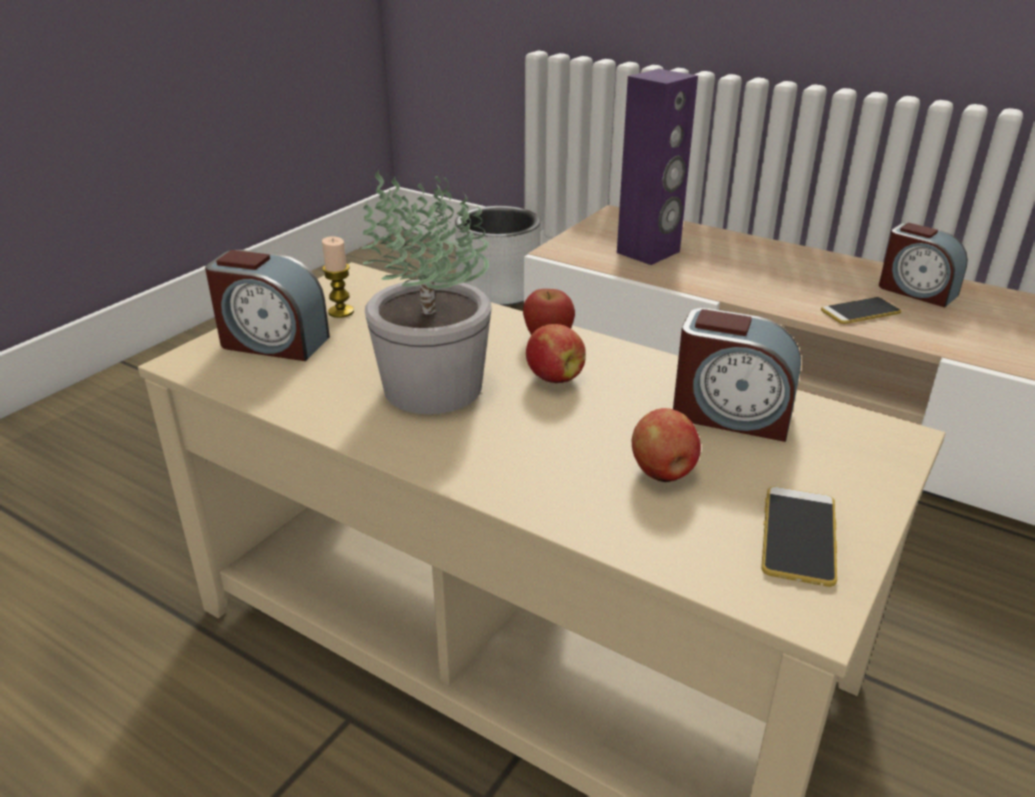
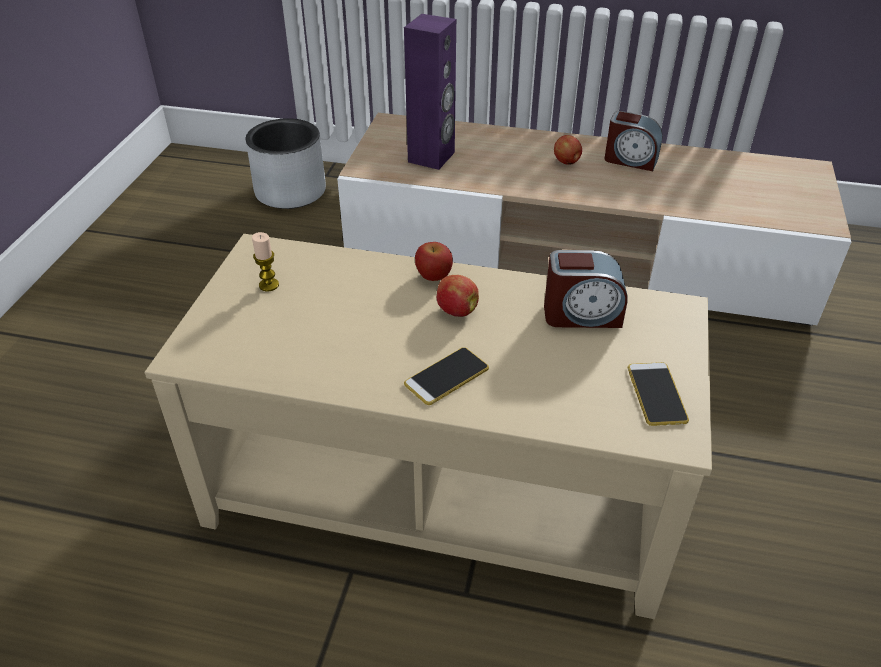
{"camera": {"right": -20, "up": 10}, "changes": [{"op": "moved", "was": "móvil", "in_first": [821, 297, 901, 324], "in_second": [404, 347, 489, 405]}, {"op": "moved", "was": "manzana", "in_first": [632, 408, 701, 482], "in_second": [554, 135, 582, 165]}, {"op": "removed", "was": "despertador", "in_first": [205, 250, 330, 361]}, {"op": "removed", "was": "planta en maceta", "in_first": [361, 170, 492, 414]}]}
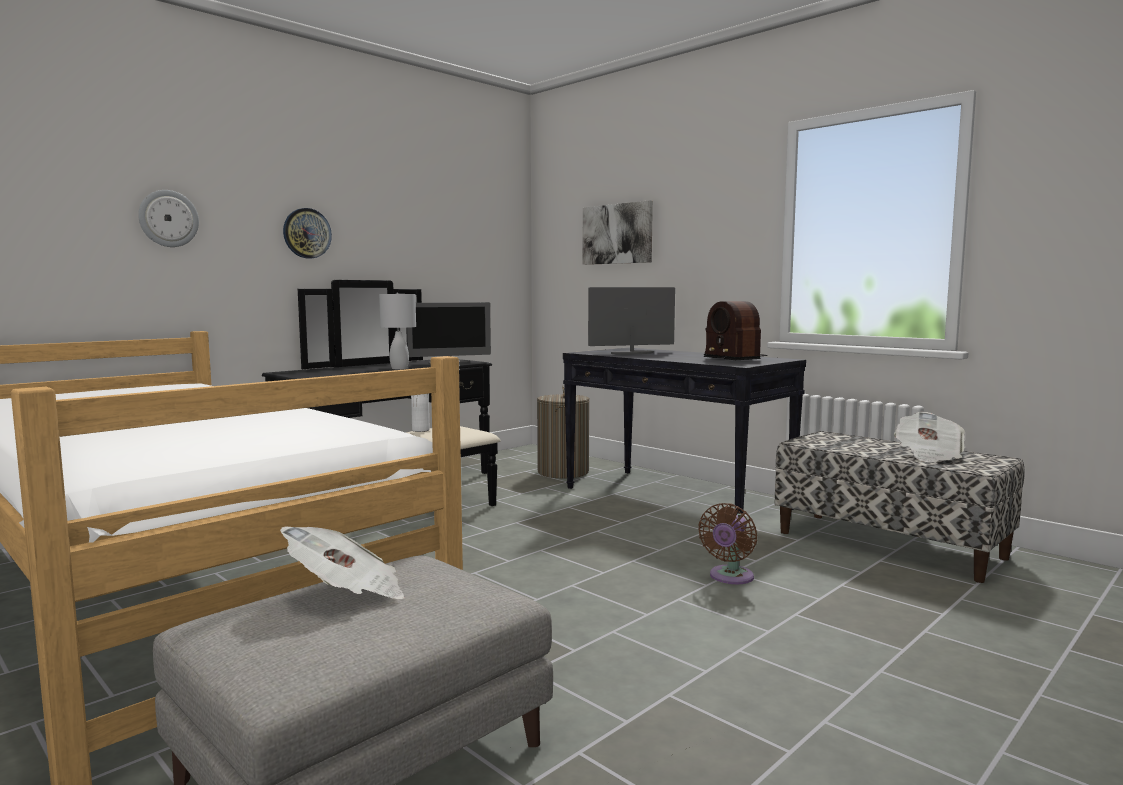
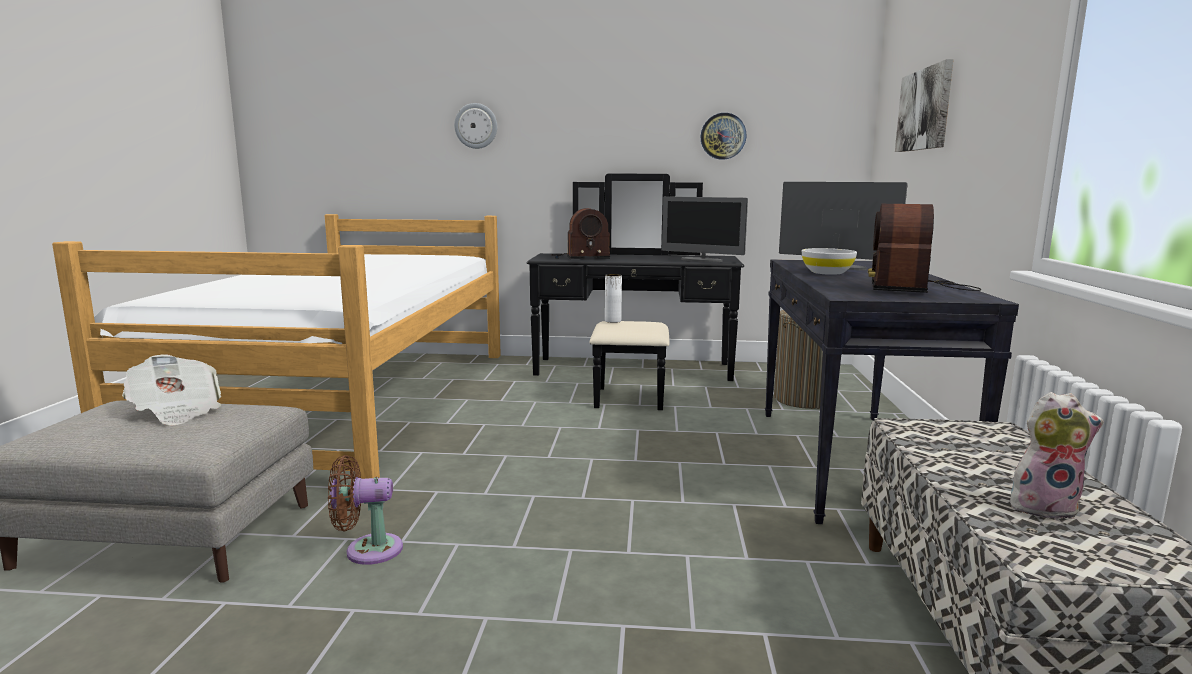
{"camera": {"right": 50, "up": 5}, "changes": [{"op": "moved", "was": "ventilador/marrón", "in_first": [698, 503, 757, 584], "in_second": [328, 455, 403, 565]}, {"op": "added", "now": "radio", "in_second": [551, 208, 610, 259]}, {"op": "moved", "was": "reloj de pared", "in_first": [283, 208, 332, 259], "in_second": [701, 113, 746, 160]}, {"op": "added", "now": "cuenco/blanco", "in_second": [802, 248, 857, 275]}, {"op": "replaced", "was": "periódico", "now": "peluche", "in_first": [894, 412, 965, 462], "in_second": [1010, 392, 1104, 519]}, {"op": "removed", "was": "lámpara de mesa/blanco", "in_first": [379, 293, 416, 369]}]}
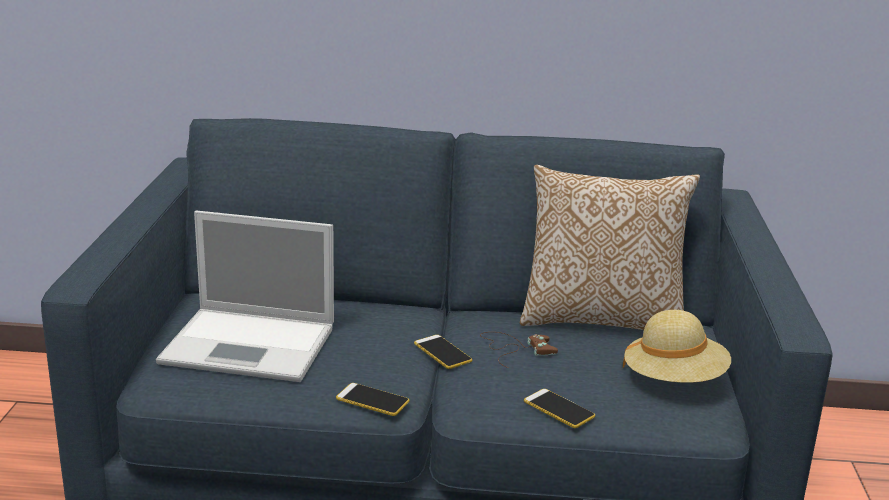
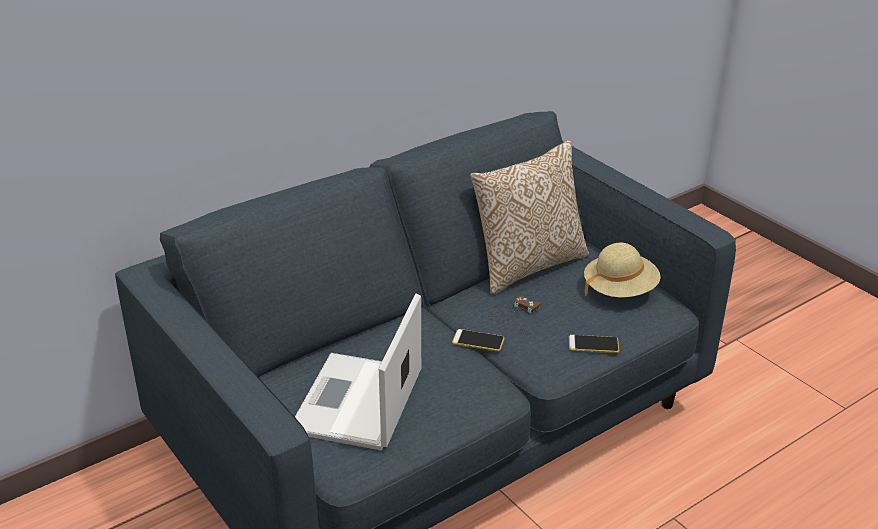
{"camera": {"right": -40, "up": 10}, "changes": [{"op": "turned", "was": "portátil", "in_first": [156, 211, 334, 382], "in_second": [295, 294, 421, 450], "clockwise": 135}, {"op": "removed", "was": "móvil", "in_first": [336, 383, 410, 416]}]}
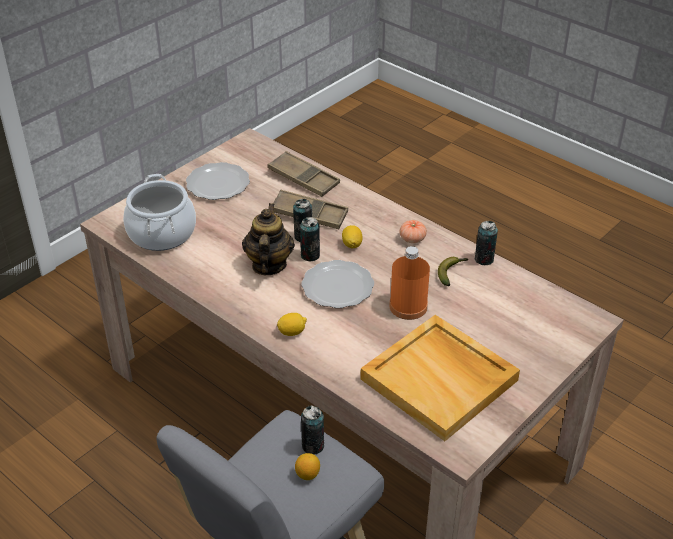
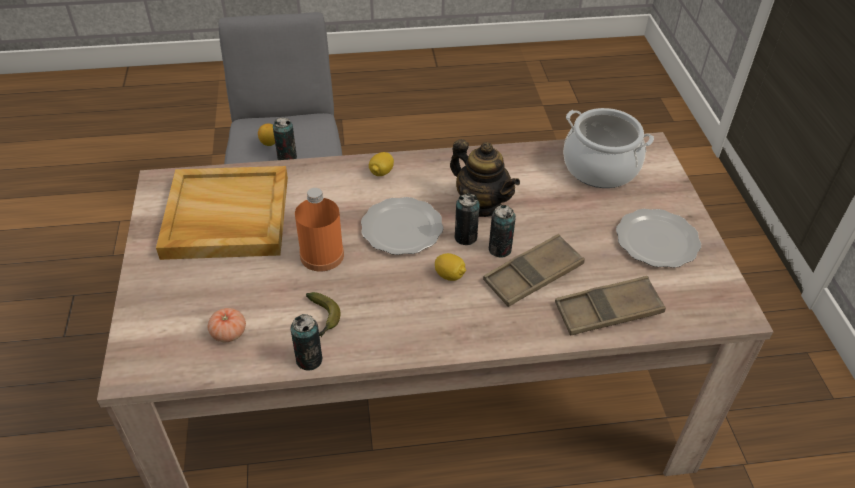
{"camera": {"right": 130, "up": 5}, "changes": [{"op": "moved", "was": "tomate", "in_first": [400, 220, 427, 243], "in_second": [207, 308, 246, 342]}]}
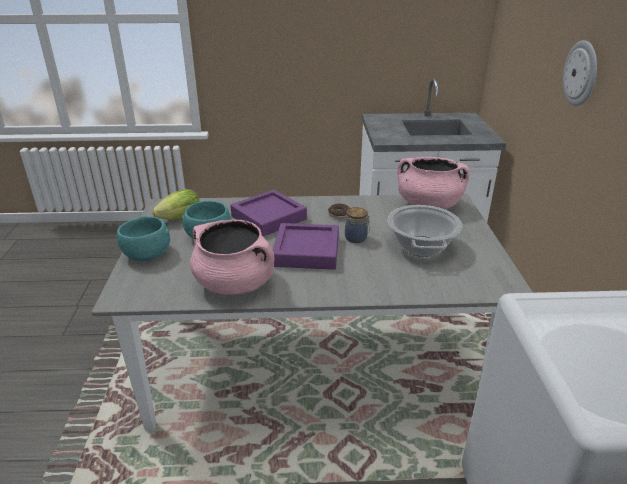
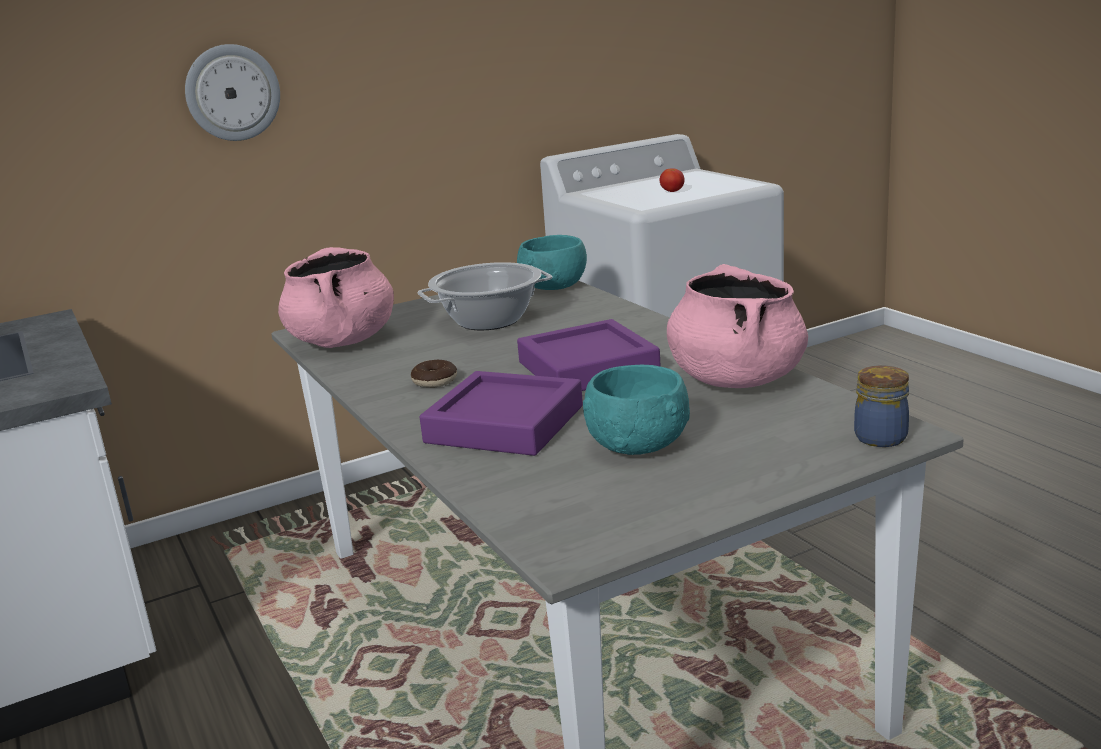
{"camera": {"right": -115, "up": -10}, "changes": [{"op": "moved", "was": "cuenco/turquesa", "in_first": [117, 216, 170, 261], "in_second": [517, 235, 587, 290]}, {"op": "added", "now": "tomate", "in_second": [660, 168, 685, 192]}, {"op": "moved", "was": "tarro", "in_first": [345, 207, 370, 243], "in_second": [854, 365, 909, 447]}, {"op": "removed", "was": "lechuga", "in_first": [152, 189, 200, 219]}]}
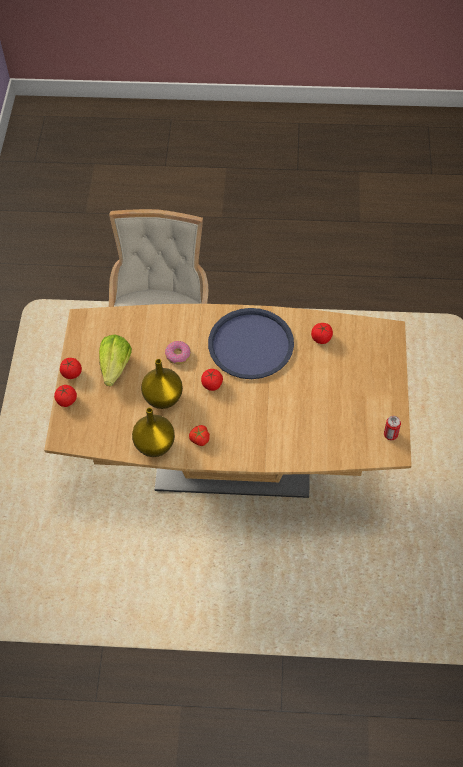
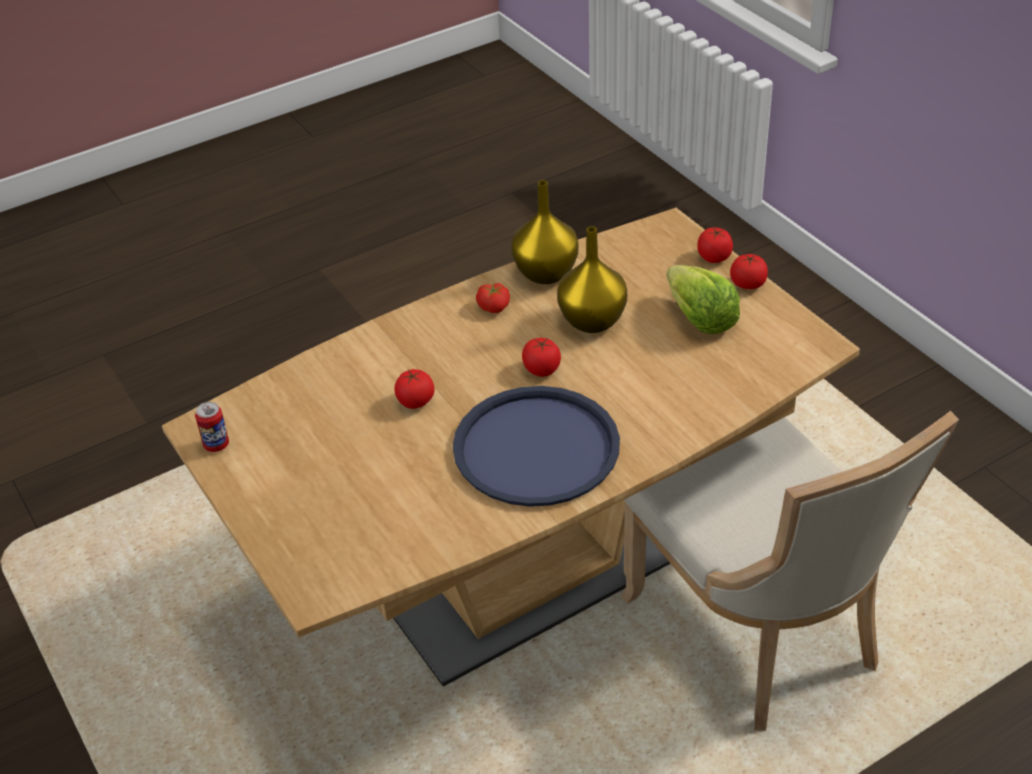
{"camera": {"right": 145, "up": -15}, "changes": [{"op": "moved", "was": "tomate", "in_first": [311, 323, 333, 344], "in_second": [394, 369, 435, 409]}, {"op": "removed", "was": "rosquilla", "in_first": [165, 341, 191, 364]}]}
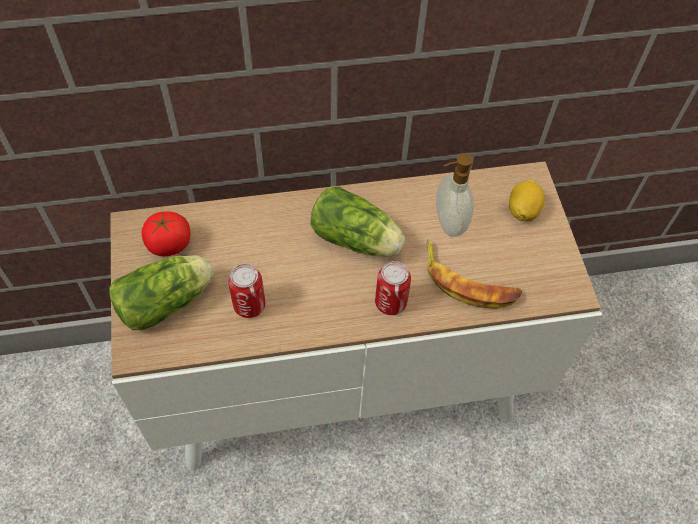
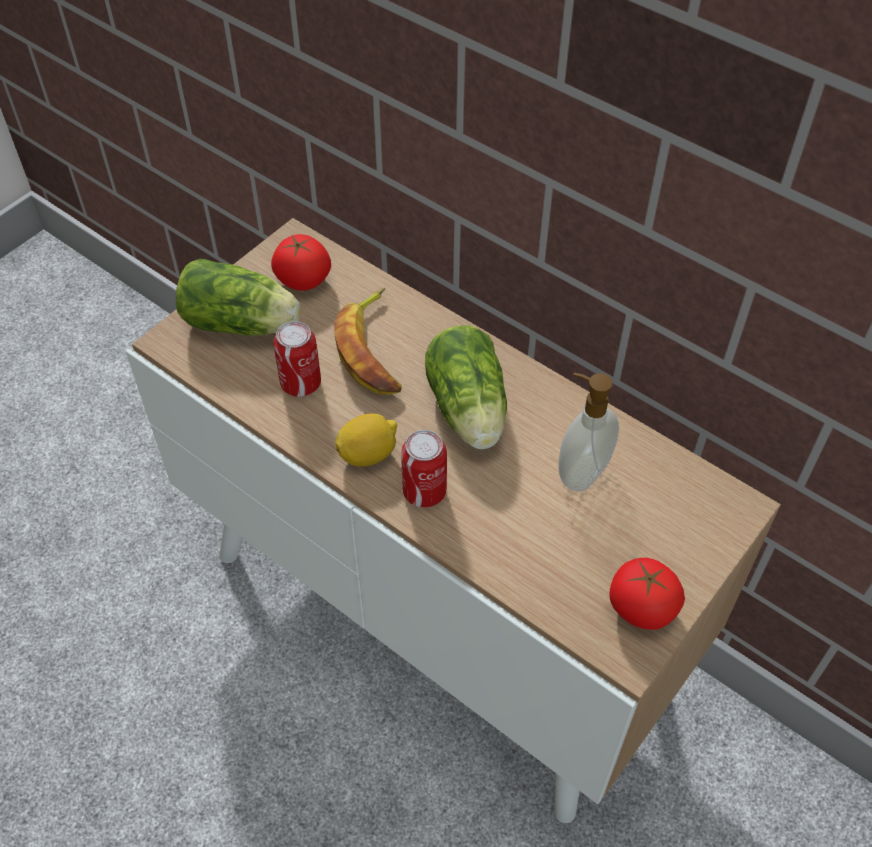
{"camera": {"right": 50, "up": -5}, "changes": [{"op": "moved", "was": "plátano", "in_first": [426, 239, 522, 309], "in_second": [334, 288, 402, 395]}, {"op": "moved", "was": "limón", "in_first": [509, 179, 545, 221], "in_second": [335, 413, 397, 467]}, {"op": "added", "now": "tomate", "in_second": [609, 558, 685, 630]}]}
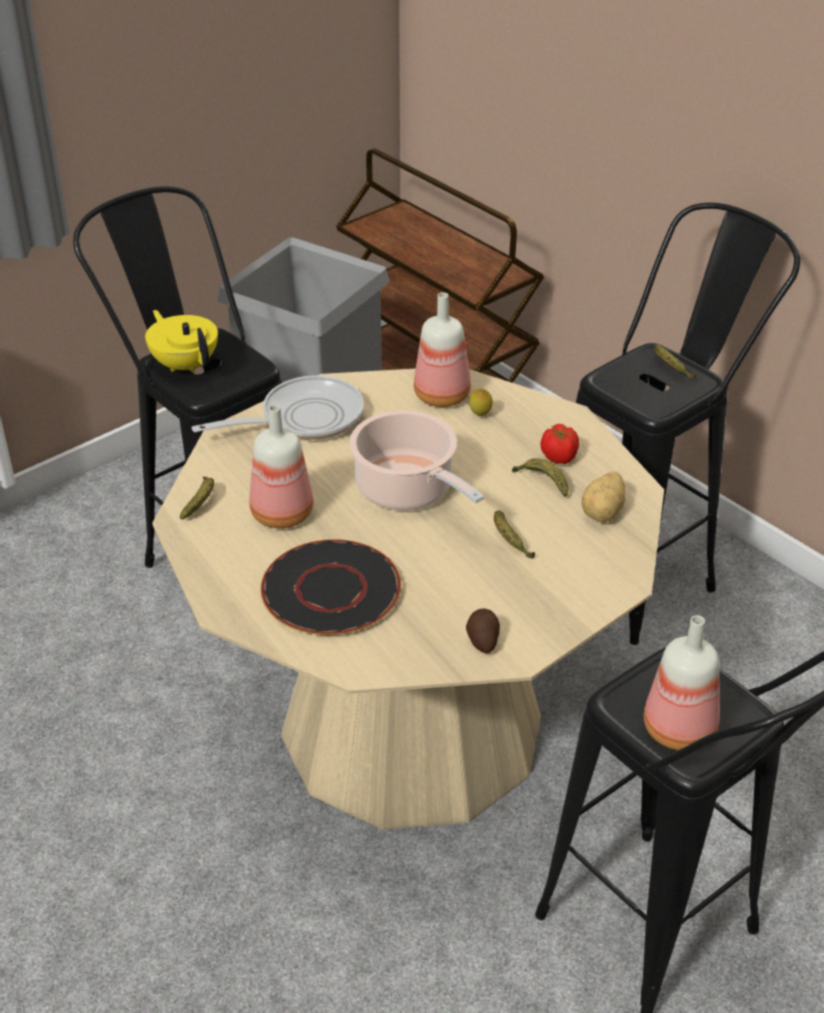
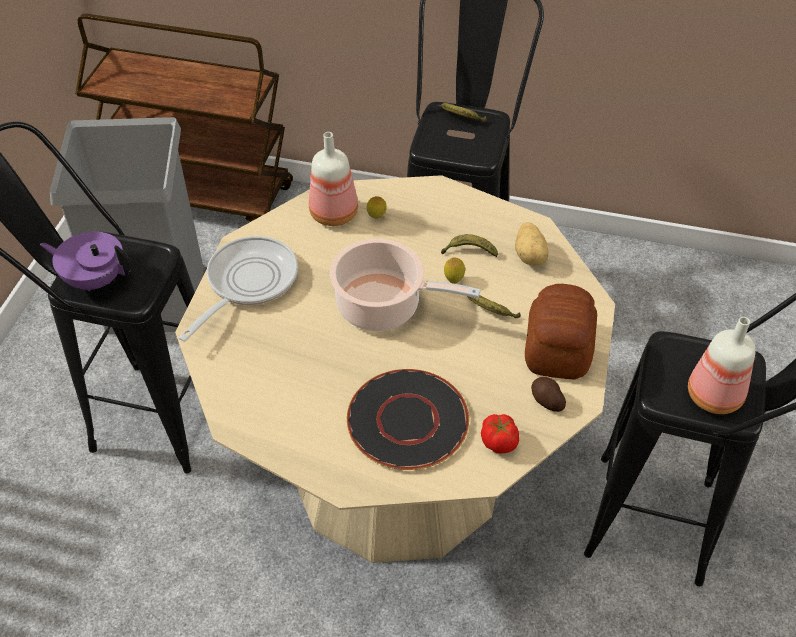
{"camera": {"right": -35, "up": 10}, "changes": [{"op": "recoloured", "was": "tetera/amarillo", "now": "tetera/morado", "in_first": [145, 310, 218, 373], "in_second": [40, 231, 132, 291]}, {"op": "added", "now": "limón", "in_second": [444, 258, 465, 284]}, {"op": "moved", "was": "tomate", "in_first": [540, 424, 579, 464], "in_second": [481, 414, 519, 454]}, {"op": "added", "now": "pan", "in_second": [525, 284, 597, 379]}, {"op": "removed", "was": "plátano", "in_first": [180, 476, 214, 520]}, {"op": "removed", "was": "botella", "in_first": [249, 405, 313, 528]}]}
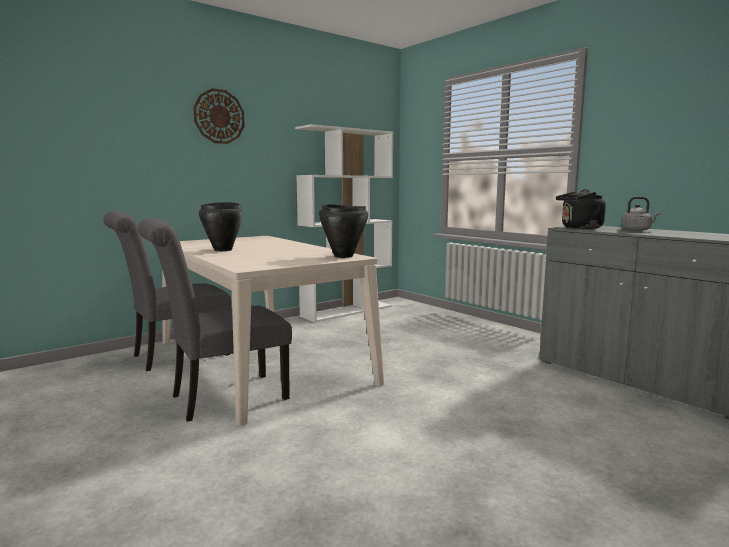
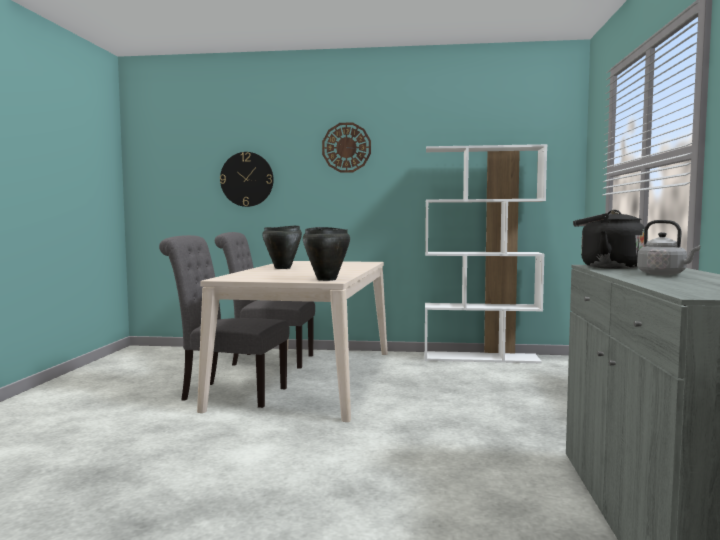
{"camera": {"right": 45, "up": -5}, "changes": [{"op": "added", "now": "reloj de pared", "in_second": [220, 152, 274, 207]}]}
